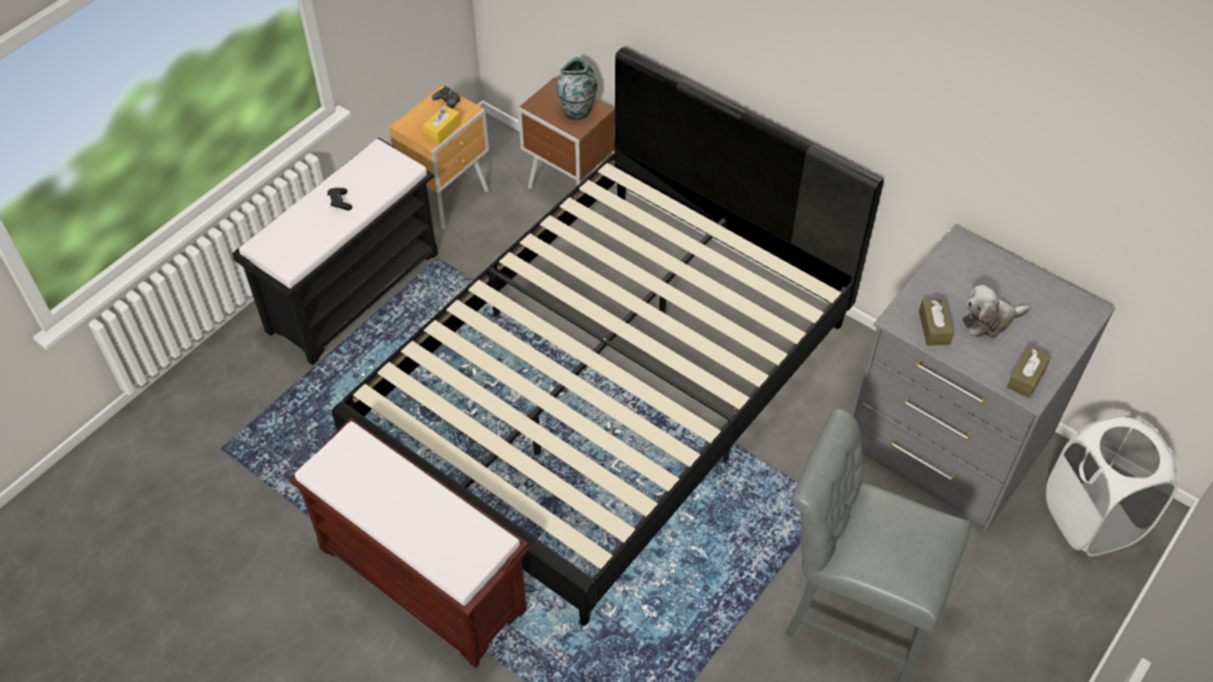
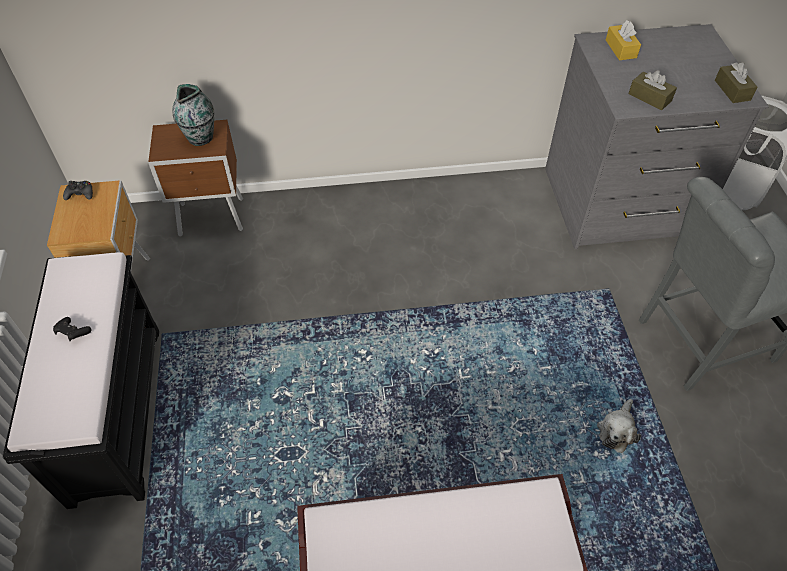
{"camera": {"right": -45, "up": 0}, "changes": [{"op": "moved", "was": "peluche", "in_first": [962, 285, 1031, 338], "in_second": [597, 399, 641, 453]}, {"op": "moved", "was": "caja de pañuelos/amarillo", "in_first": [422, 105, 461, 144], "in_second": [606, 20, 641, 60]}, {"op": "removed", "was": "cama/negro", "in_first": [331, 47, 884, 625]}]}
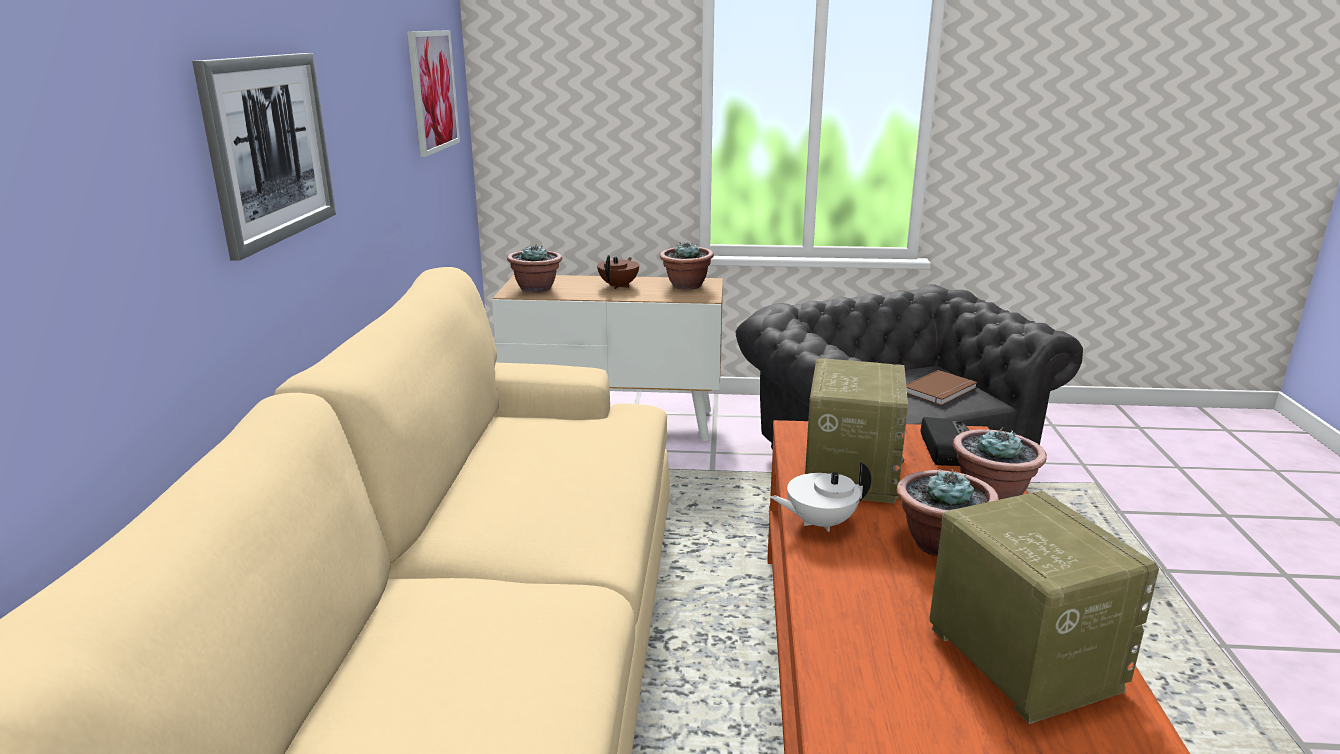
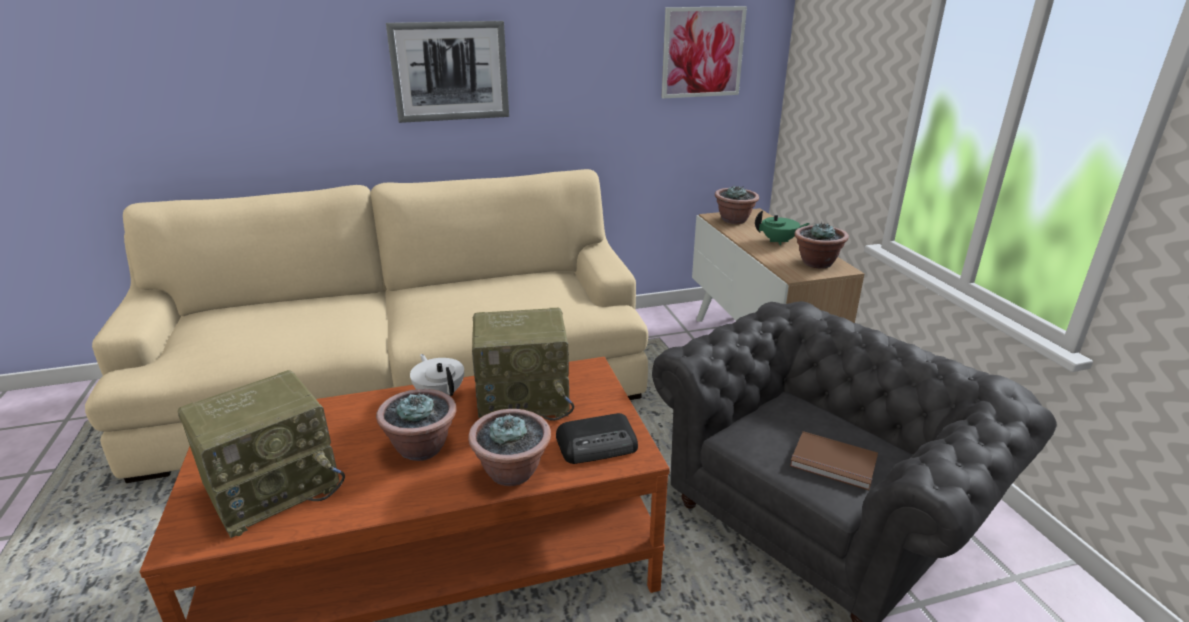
{"camera": {"right": 70, "up": 5}, "changes": [{"op": "recoloured", "was": "tetera/marrón", "now": "tetera/verde", "in_first": [597, 255, 639, 289], "in_second": [755, 210, 810, 245]}]}
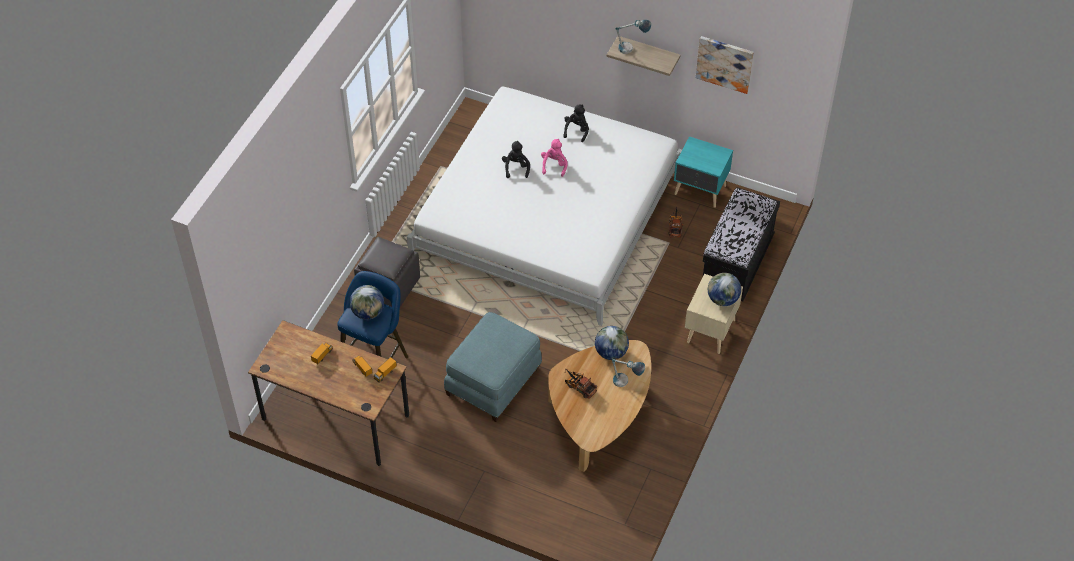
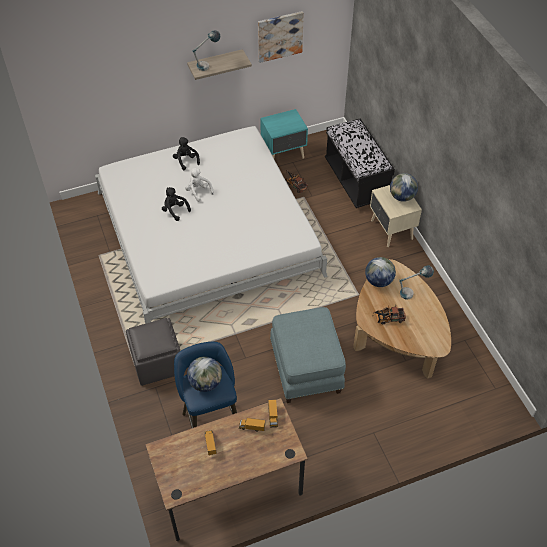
{"camera": {"right": -45, "up": 0}, "changes": [{"op": "recoloured", "was": "peluche/rosa", "now": "peluche/blanco", "in_first": [541, 139, 568, 177], "in_second": [185, 168, 214, 202]}]}
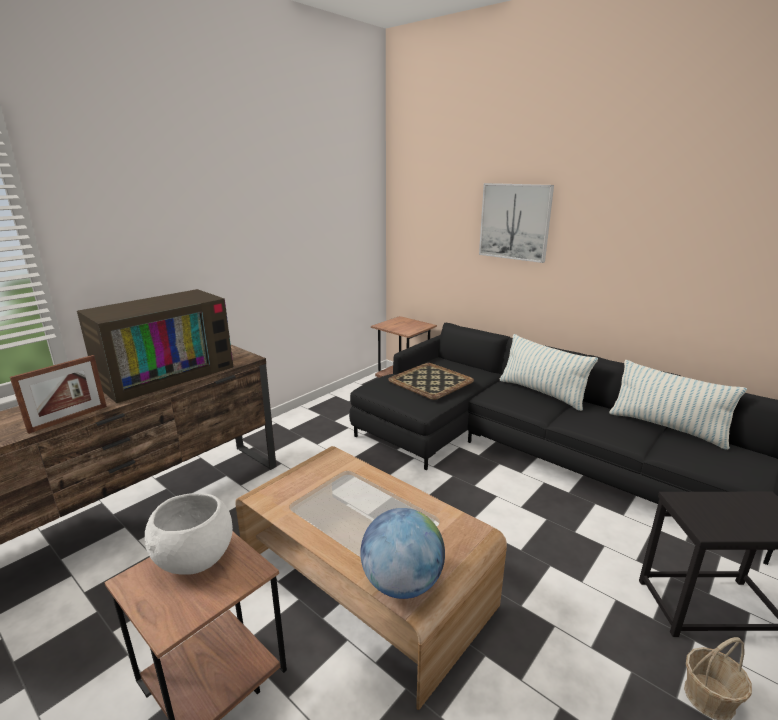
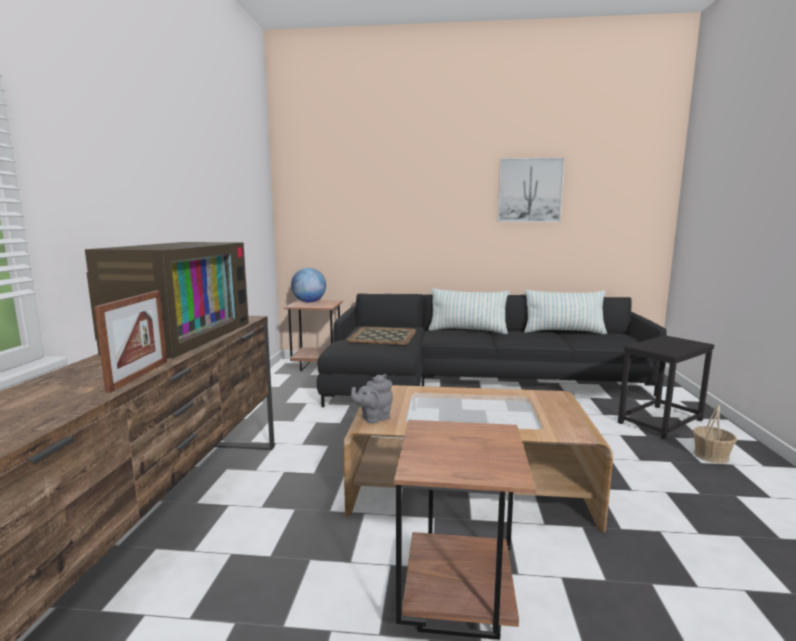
{"camera": {"right": -35, "up": -10}, "changes": [{"op": "moved", "was": "globo terráqueo", "in_first": [360, 508, 445, 599], "in_second": [291, 268, 326, 303]}, {"op": "added", "now": "tetera/gris", "in_second": [351, 374, 393, 423]}, {"op": "moved", "was": "cuadro", "in_first": [479, 183, 554, 263], "in_second": [497, 157, 565, 222]}, {"op": "removed", "was": "cuenco/blanco", "in_first": [145, 493, 233, 575]}]}
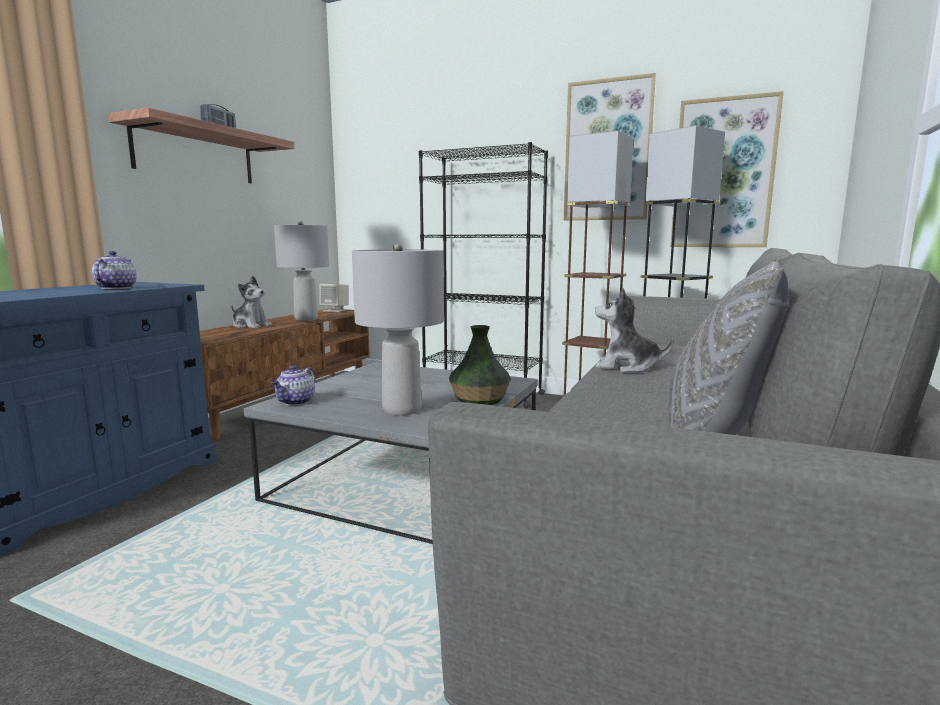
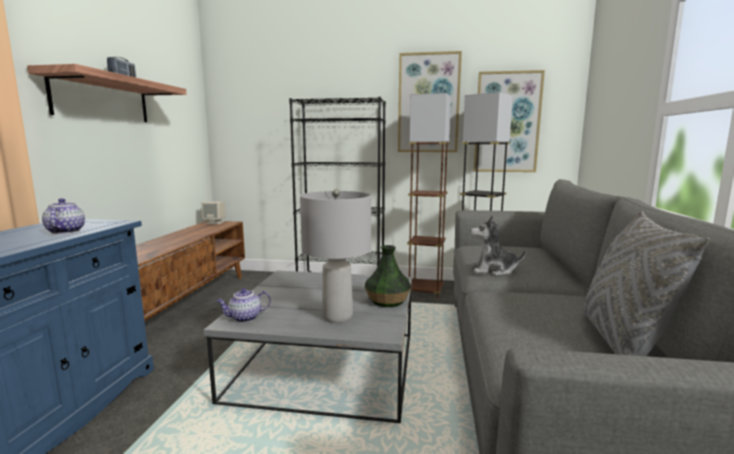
{"camera": {"right": -15, "up": 0}, "changes": [{"op": "turned", "was": "tetera", "in_first": [271, 365, 316, 405], "in_second": [216, 288, 271, 323], "clockwise": 60}, {"op": "removed", "was": "peluche", "in_first": [231, 276, 272, 328]}, {"op": "removed", "was": "lámpara de mesa/gris", "in_first": [274, 222, 329, 320]}]}
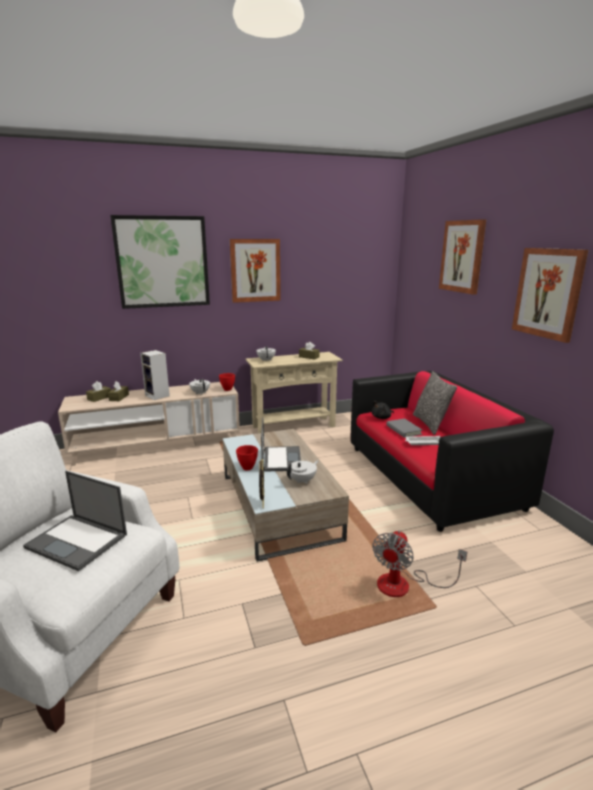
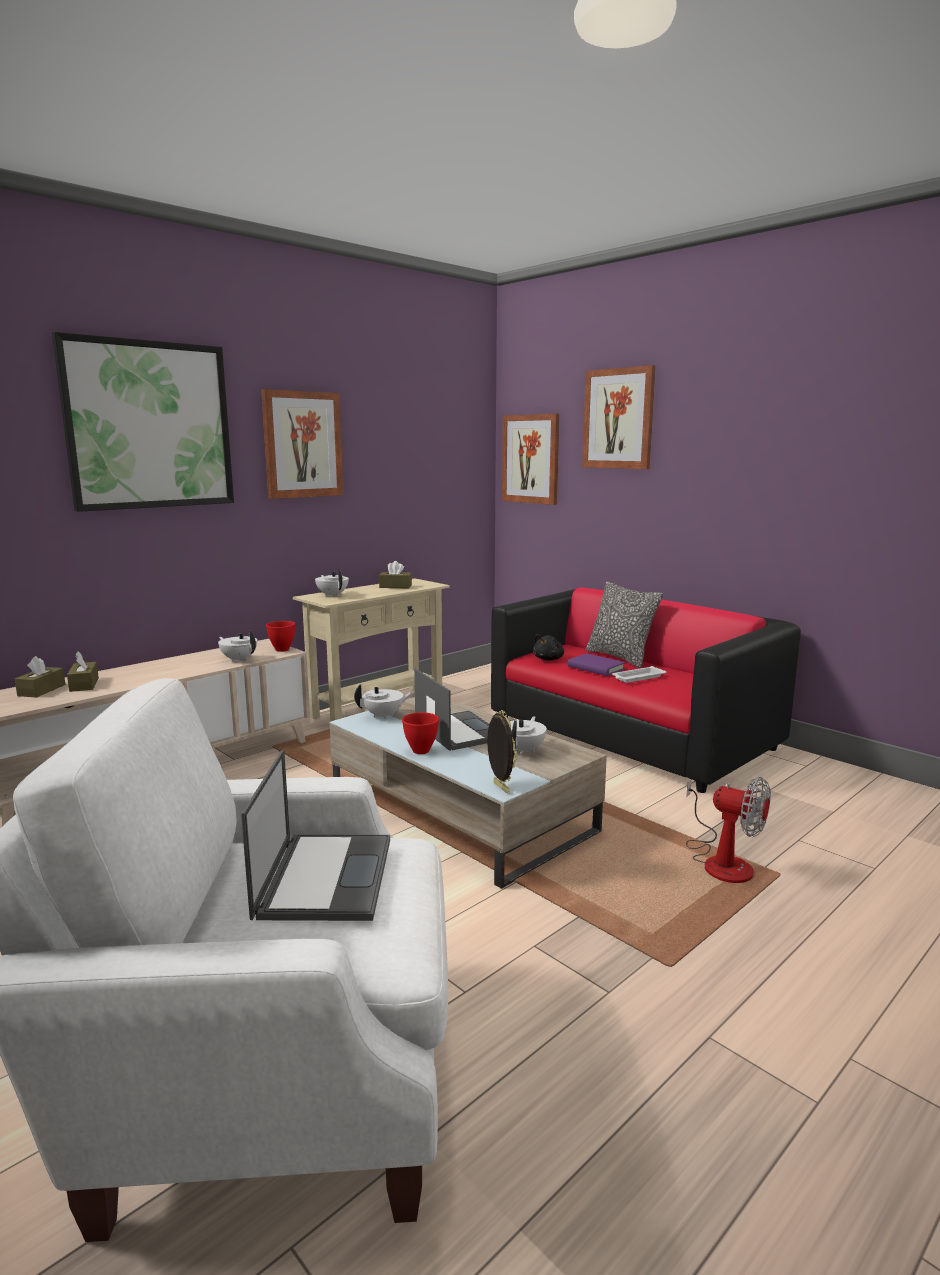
{"camera": {"right": -25, "up": -5}, "changes": [{"op": "turned", "was": "portátil", "in_first": [23, 471, 127, 571], "in_second": [241, 750, 390, 921], "clockwise": -90}, {"op": "added", "now": "tetera/blanco", "in_second": [354, 684, 413, 720]}, {"op": "moved", "was": "cuadro", "in_first": [512, 248, 588, 343], "in_second": [502, 414, 560, 505]}, {"op": "recoloured", "was": "libro/gris", "now": "libro/morado", "in_first": [386, 418, 423, 438], "in_second": [568, 653, 626, 676]}, {"op": "turned", "was": "ventilador", "in_first": [372, 530, 467, 597], "in_second": [686, 777, 771, 883], "clockwise": -60}, {"op": "removed", "was": "altavoz", "in_first": [140, 350, 170, 400]}]}
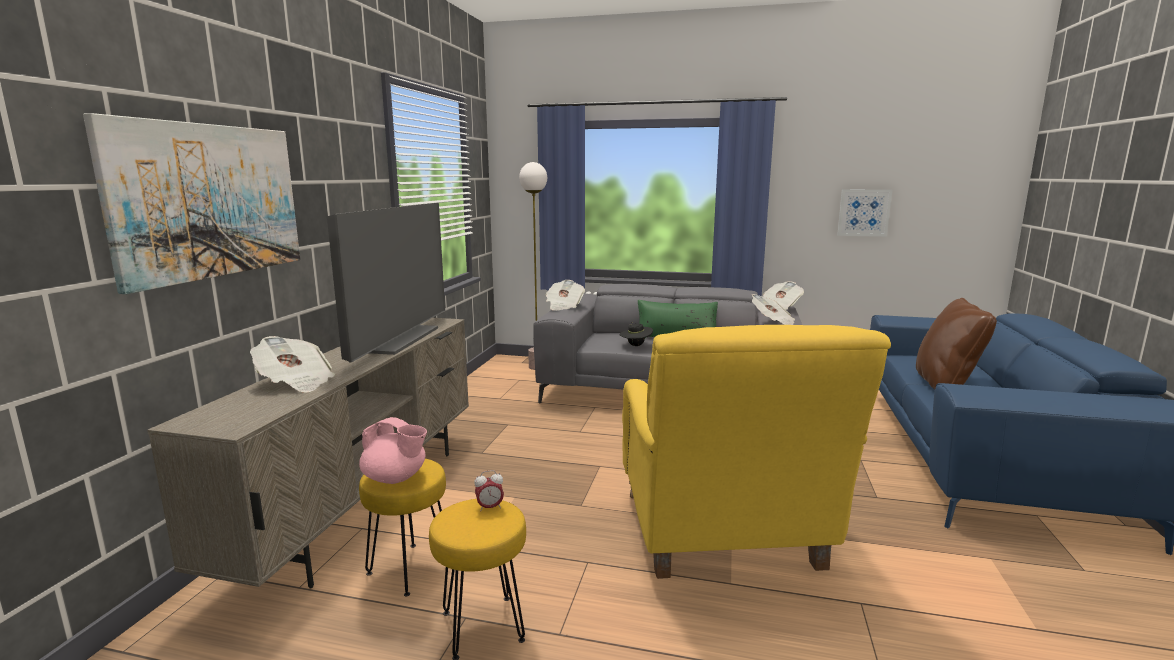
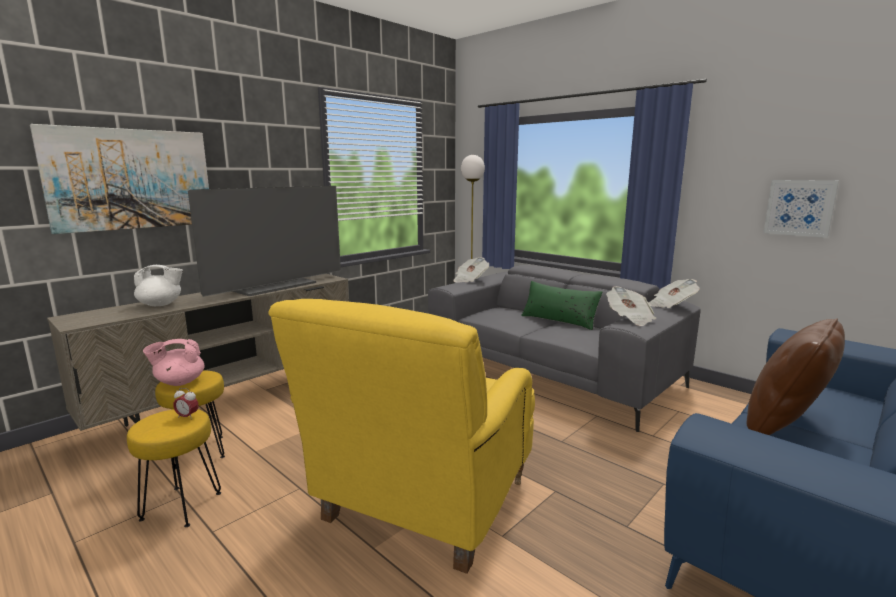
{"camera": {"right": 30, "up": 0}, "changes": [{"op": "replaced", "was": "periódico", "now": "tetera/blanco", "in_first": [250, 336, 335, 393], "in_second": [134, 265, 183, 306]}, {"op": "turned", "was": "tetera/rosa", "in_first": [359, 417, 427, 484], "in_second": [143, 339, 205, 386], "clockwise": 105}, {"op": "removed", "was": "sombrero/negro", "in_first": [620, 322, 653, 346]}]}
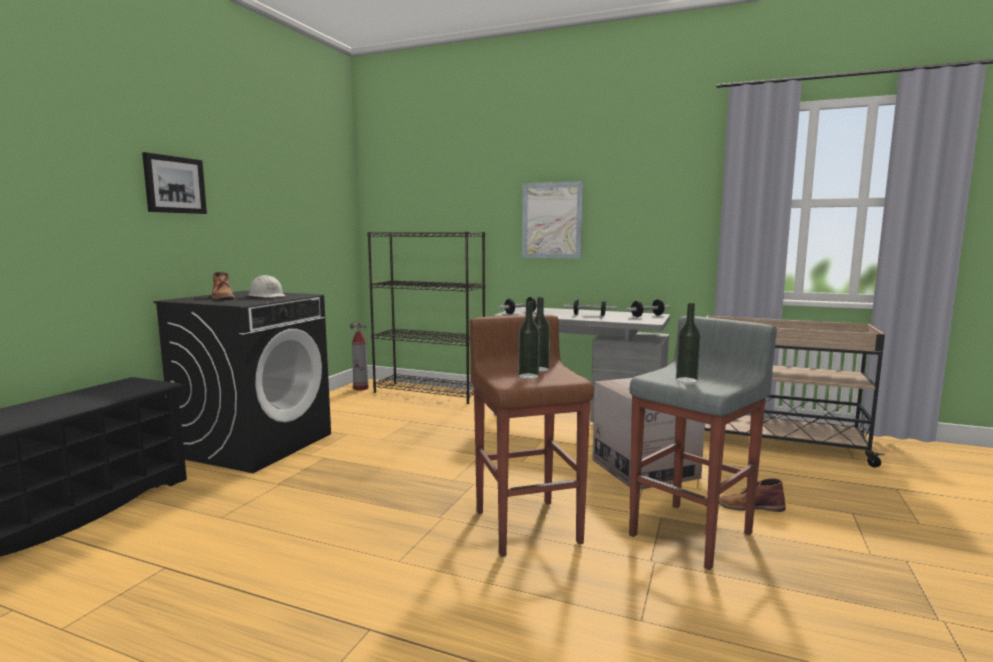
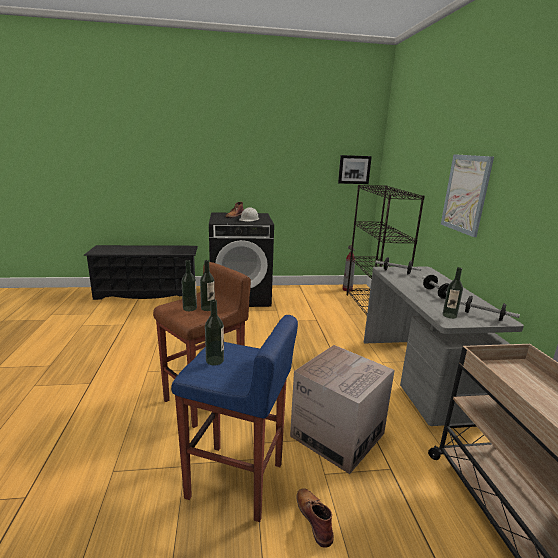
{"camera": {"right": 60, "up": 10}, "changes": [{"op": "recoloured", "was": "taburete/gris", "now": "taburete/azul", "in_first": [629, 316, 777, 570], "in_second": [171, 315, 298, 522]}, {"op": "moved", "was": "cuadro", "in_first": [142, 152, 207, 214], "in_second": [338, 155, 372, 184]}, {"op": "added", "now": "botella", "in_second": [442, 267, 463, 319]}]}
